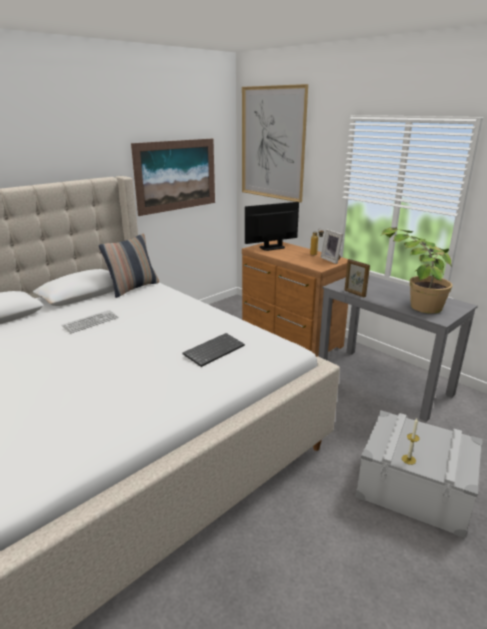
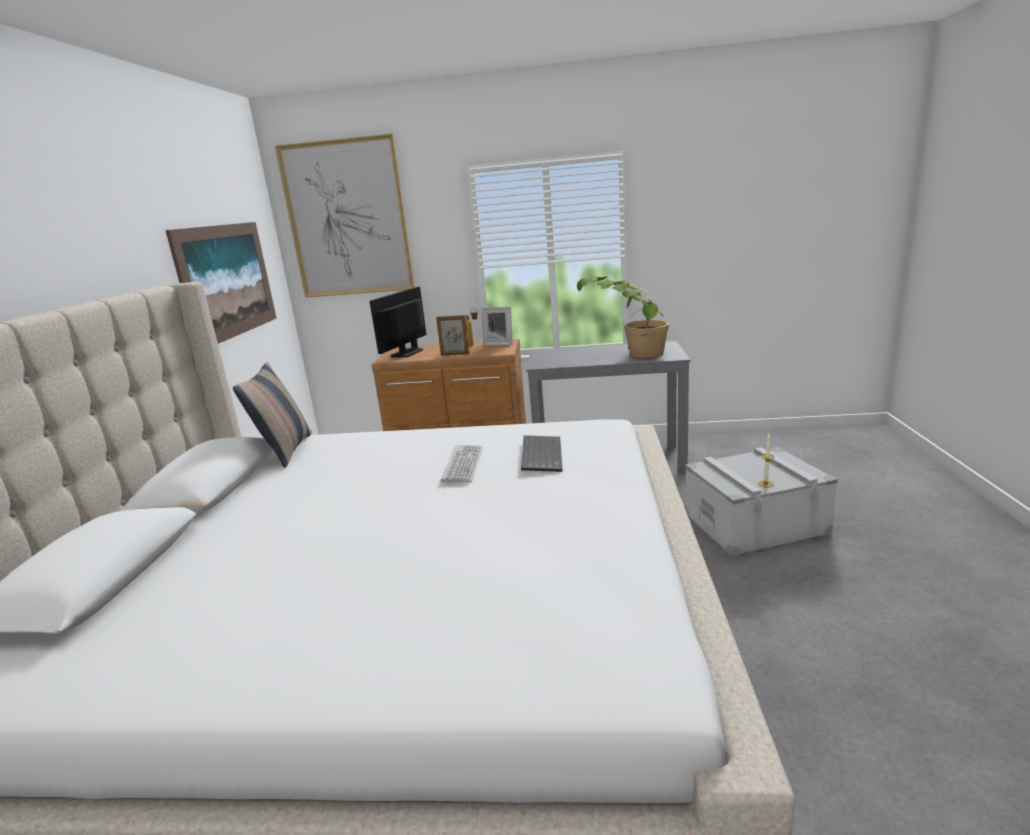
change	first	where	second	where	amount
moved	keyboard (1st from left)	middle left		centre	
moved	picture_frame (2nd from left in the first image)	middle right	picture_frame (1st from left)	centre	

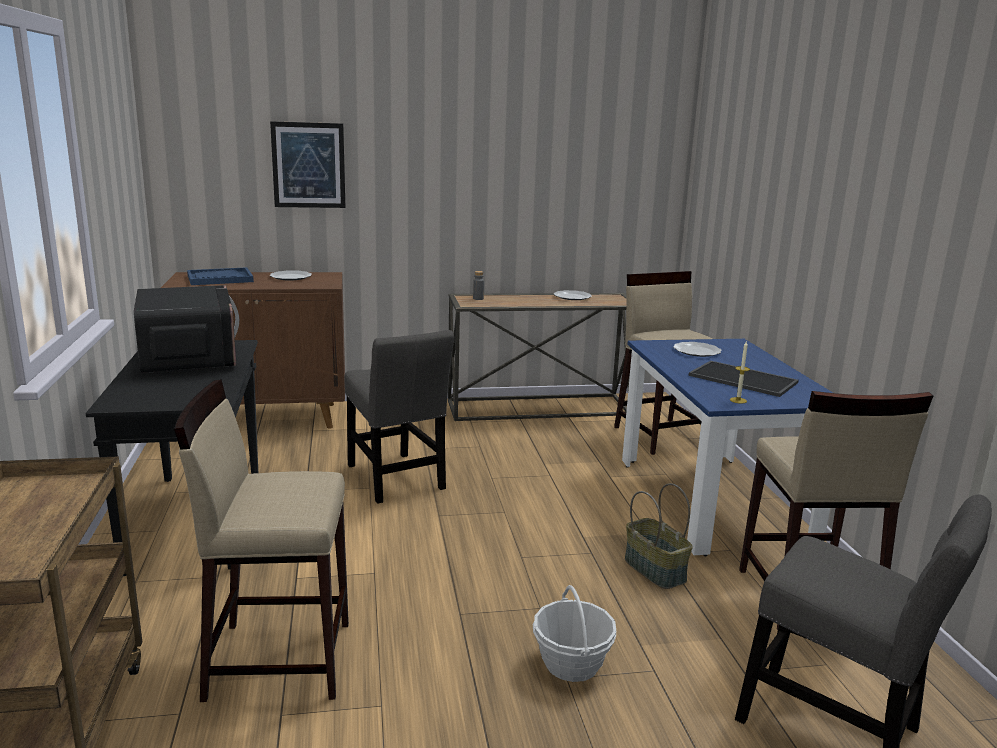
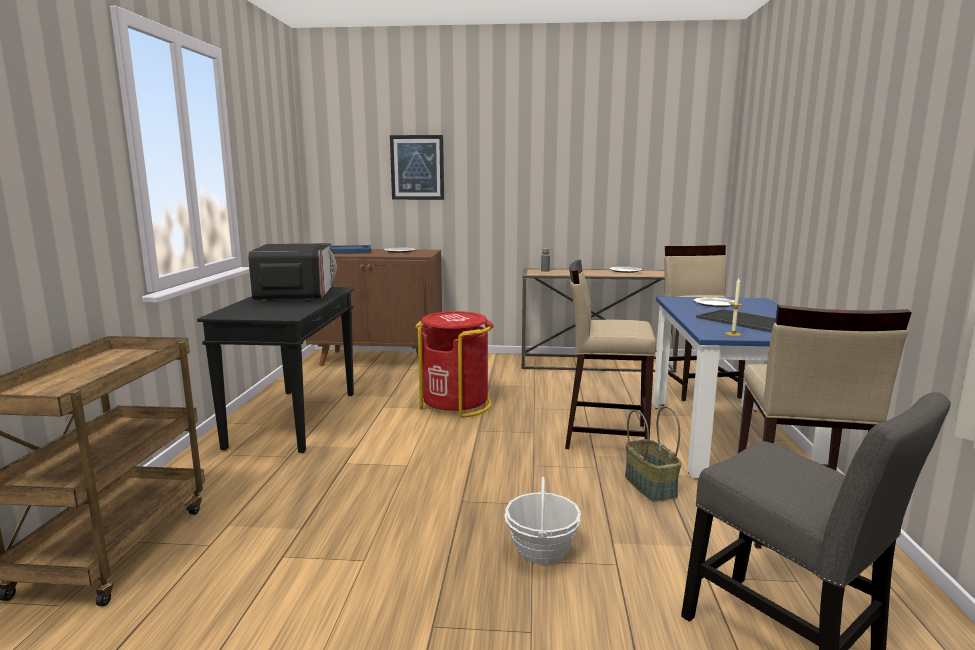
change	first	where	second	where	amount
moved	beige_stool (1st from left)	bottom left		centre	
replaced	grey_chair (1st from left)	centre	red_trash_can	centre	

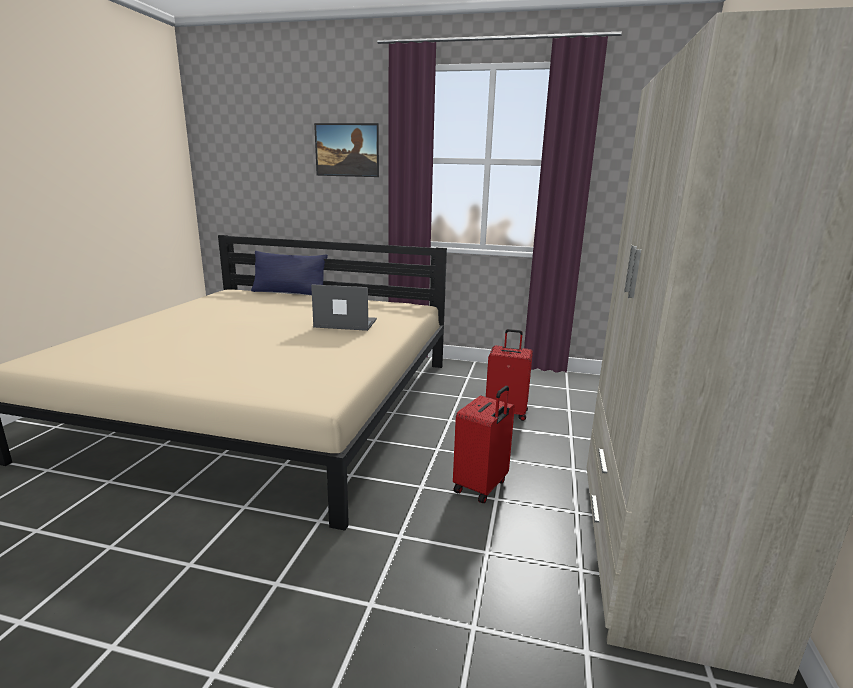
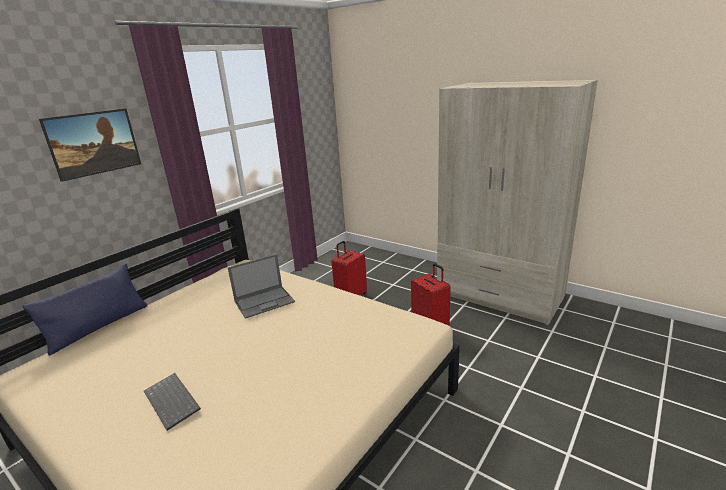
change	first	where	second	where	amount
turned	laptop	centre		centre	150 degrees counterclockwise
added			keyboard	bottom left	

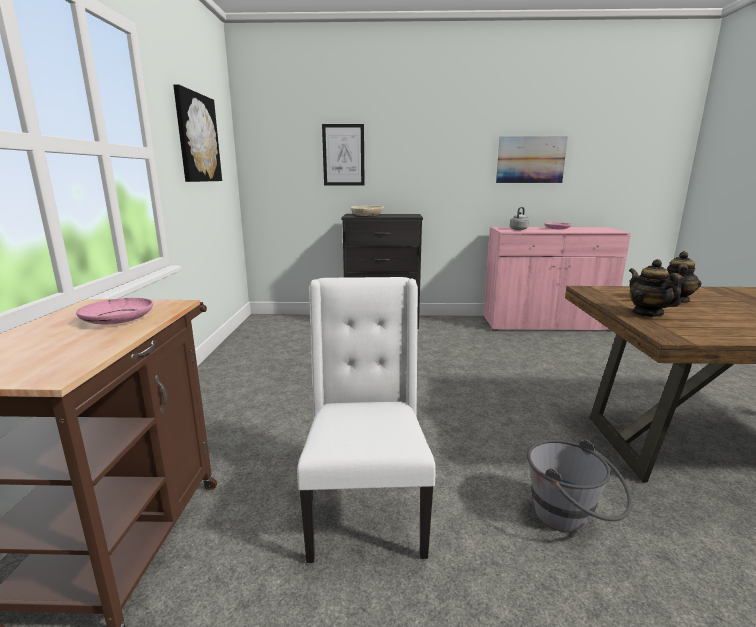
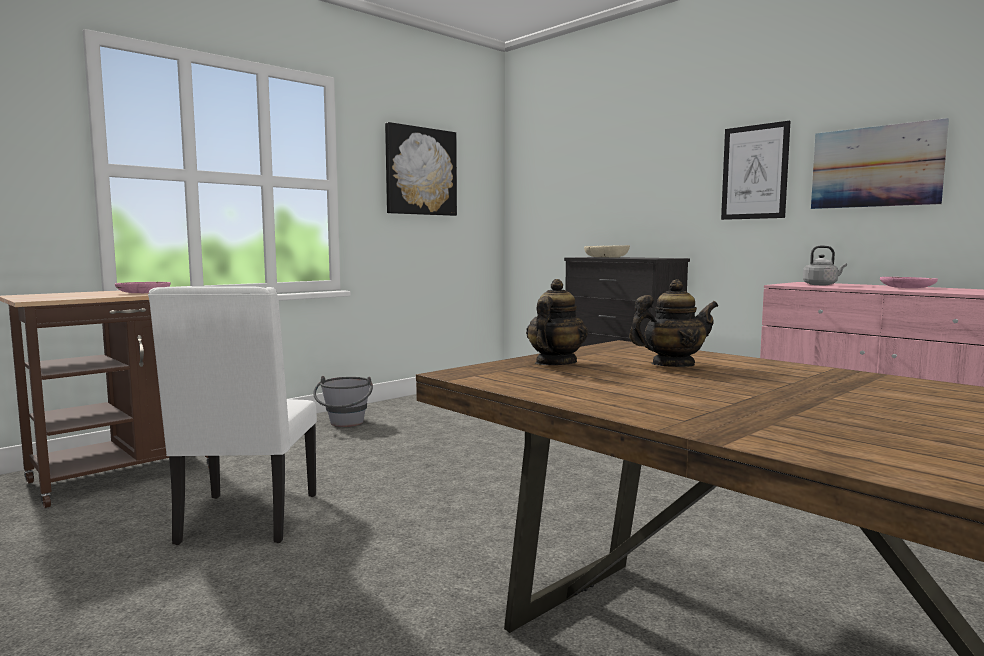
change	first	where	second	where	amount
turned	white_chair	bottom centre		middle left	135 degrees clockwise
moved	picture (2nd from left)	top centre		top right	
moved	grey_bucket	bottom right		centre	

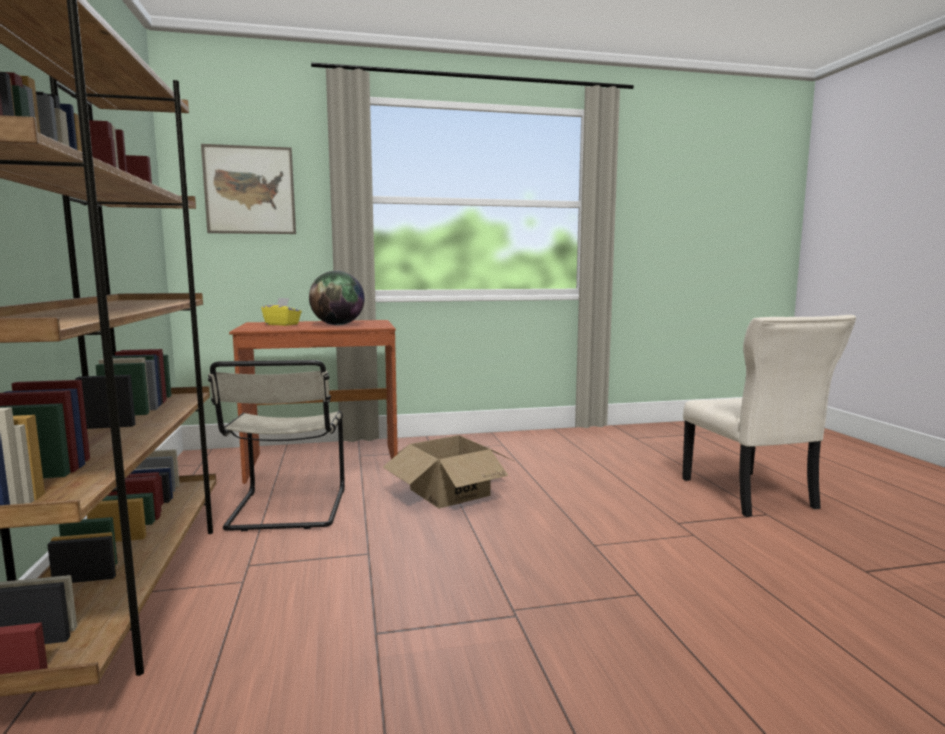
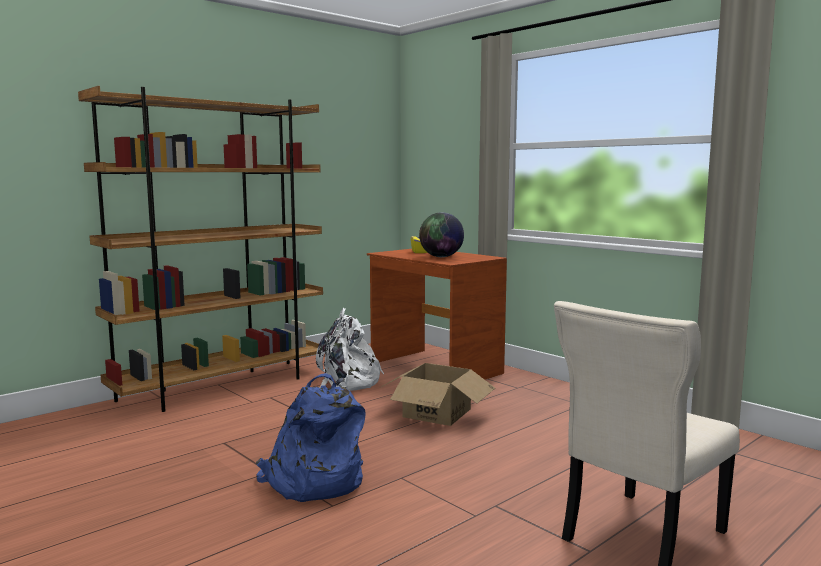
change	first	where	second	where	amount
removed	picture	top left			
replaced	beige_chair (1st from left)	middle left	white_backpack	centre	
added			blue_backpack	bottom centre	

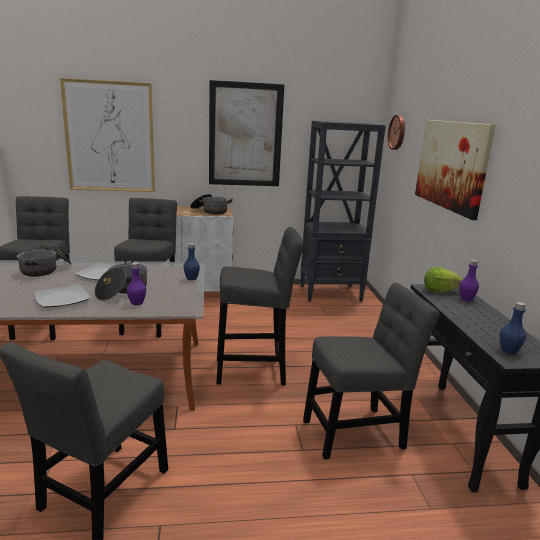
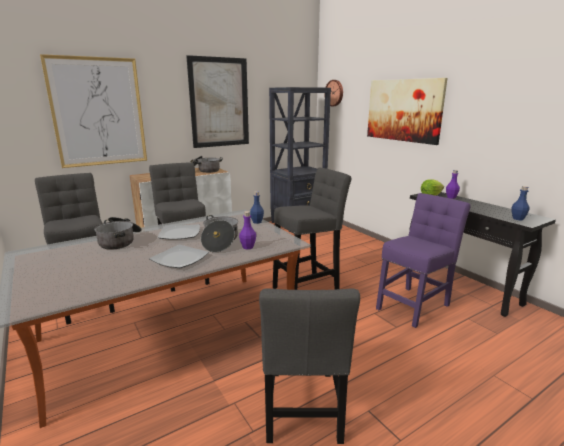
change	first	where	second	where	amount
recoloured	grey_chair (2nd from left)	bottom right	purple_chair	middle right	

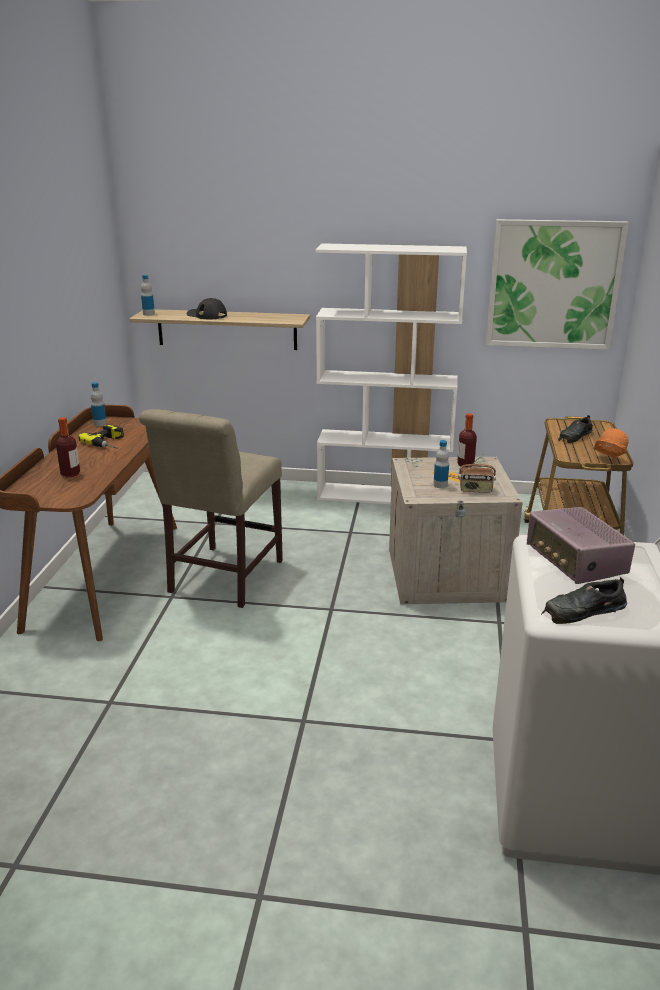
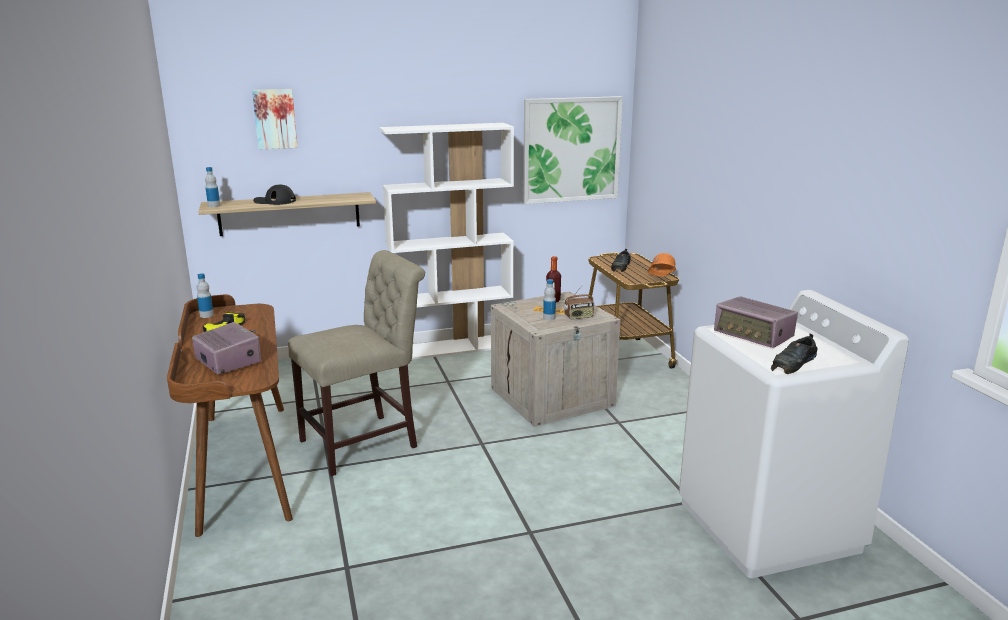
change	first	where	second	where	amount
replaced	bottle (1st from left)	middle left	radio (1st from left)	middle left	
turned	beige_chair	middle left		centre	120 degrees counterclockwise
added			picture (1st from left)	top left	

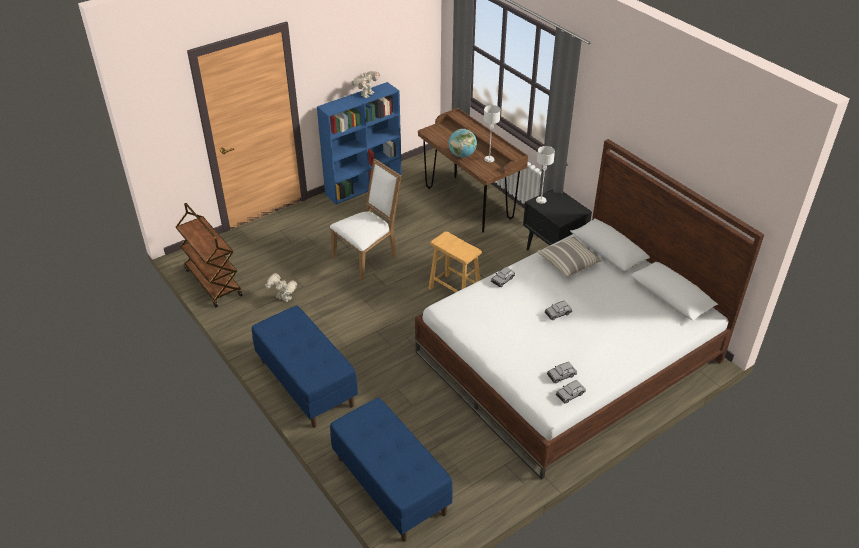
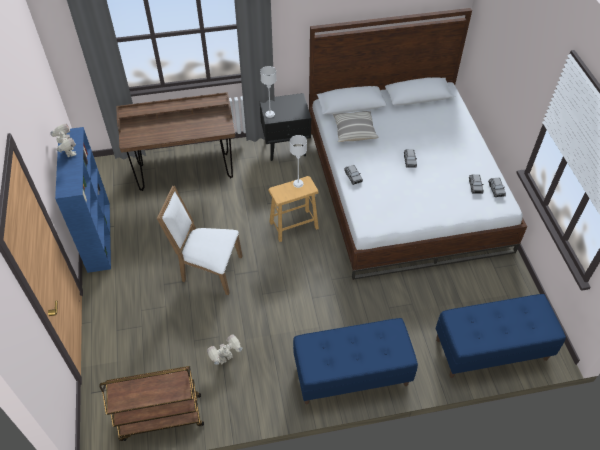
change	first	where	second	where	amount
turned	white_chair	centre		centre	60 degrees counterclockwise
removed	globe	top centre			
moved	white_table_lamp (1st from left in the first image)	top centre	white_table_lamp (2nd from left)	centre	

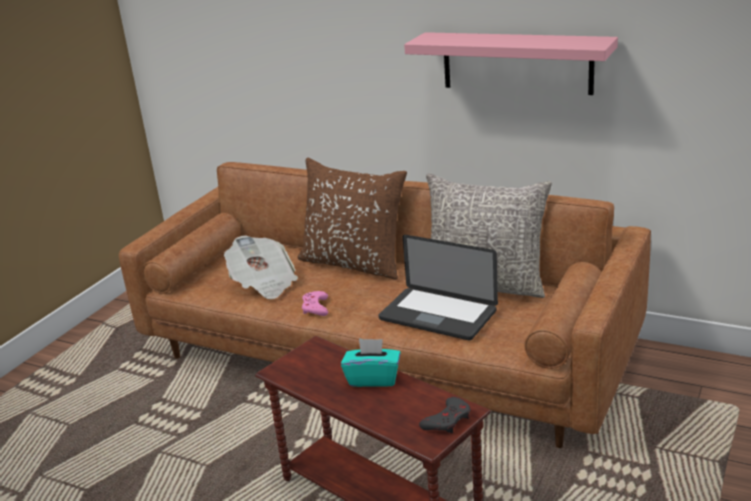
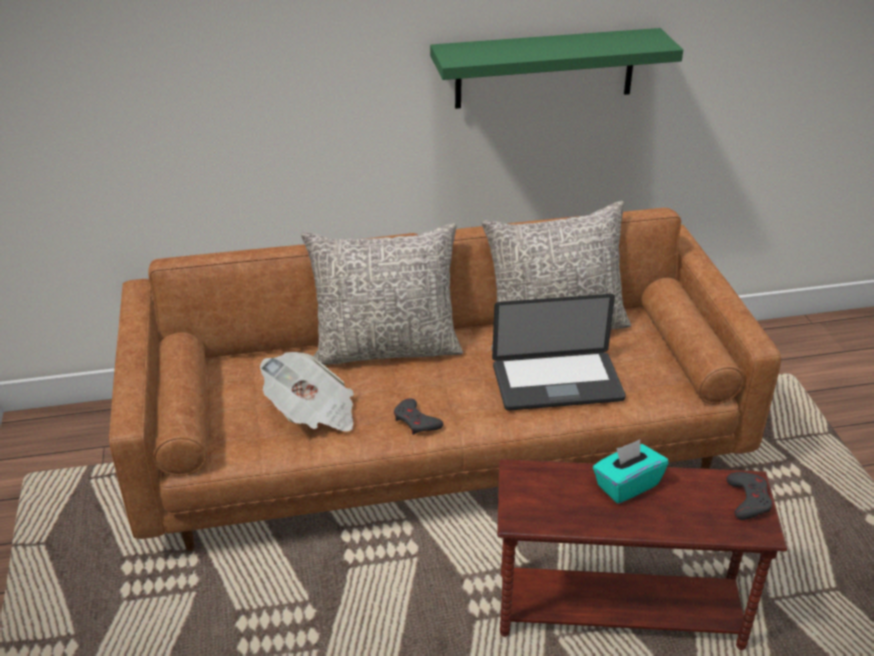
change	first	where	second	where	amount
recoloured	brown_pillow	centre	grey_pillow (1st from left)	centre	
recoloured	pink_game_controller	centre	grey_game_controller (1st from left)	centre	
recoloured	pink_shelf	top right	green_shelf	top centre	

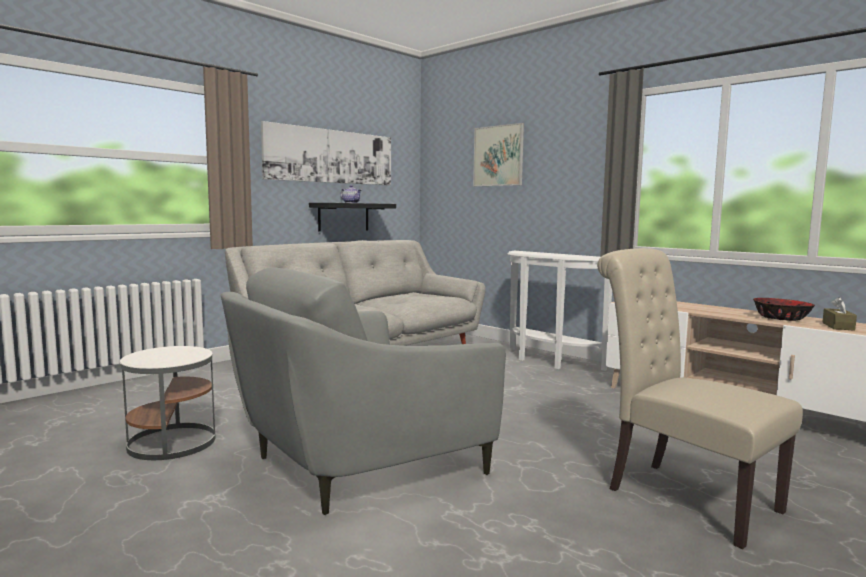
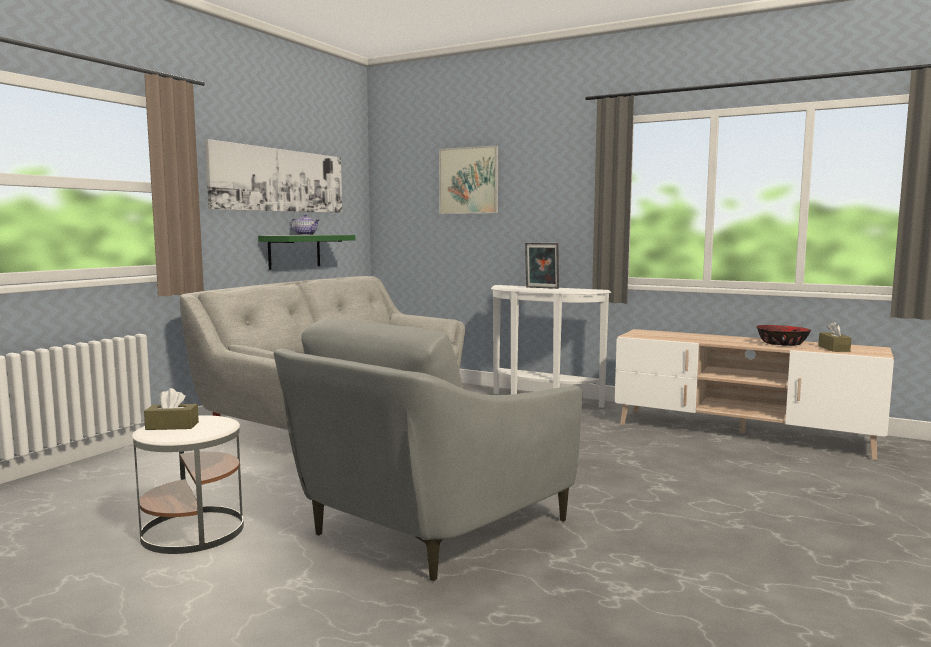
change	first	where	second	where	amount
recoloured	black_shelf	centre	green_shelf	middle left	
removed	beige_chair	bottom right			
added			brown_tissue_box (1st from left)	middle left	
added			picture_frame	centre	

